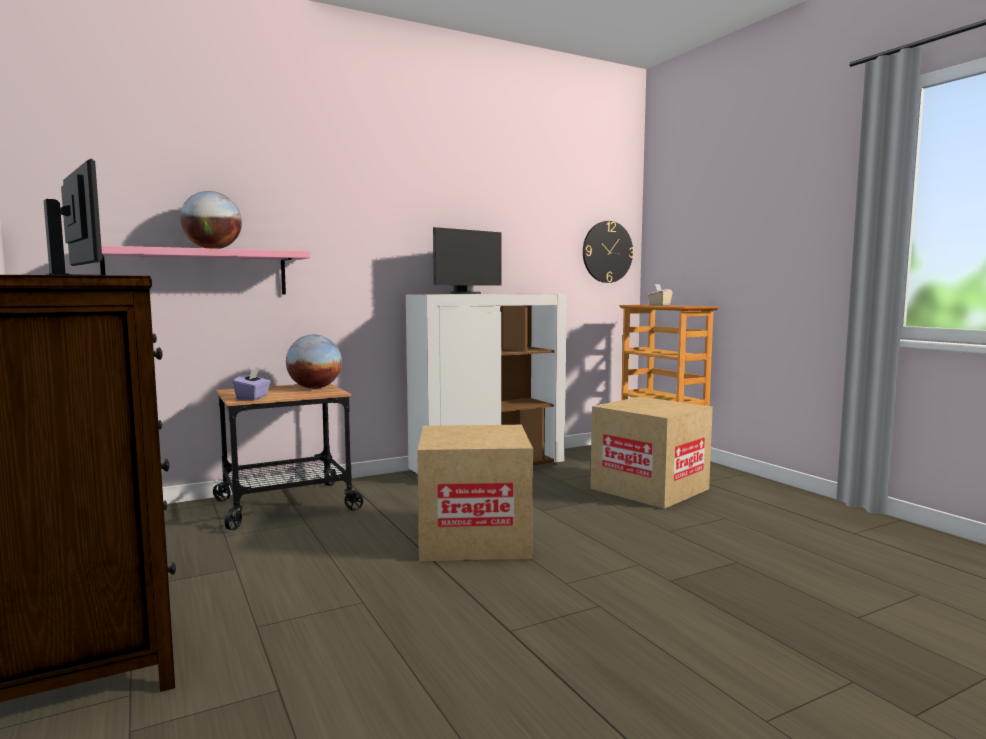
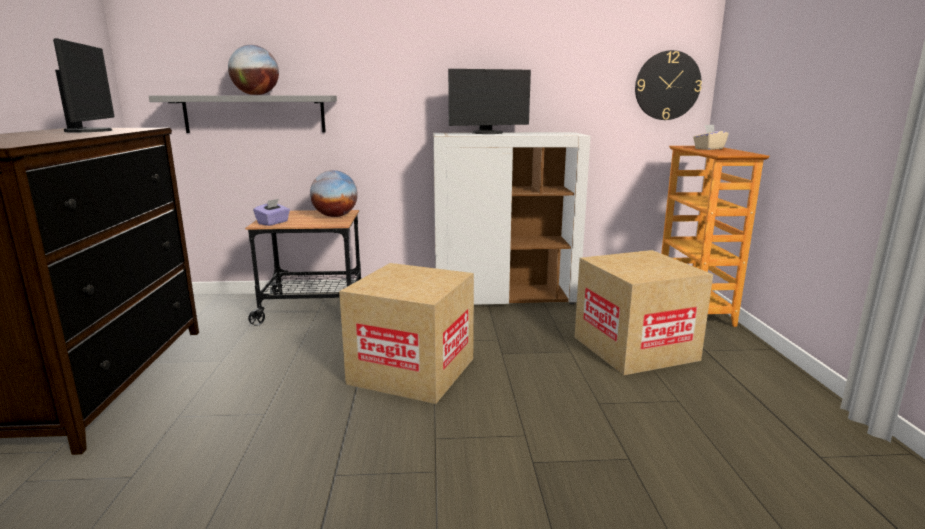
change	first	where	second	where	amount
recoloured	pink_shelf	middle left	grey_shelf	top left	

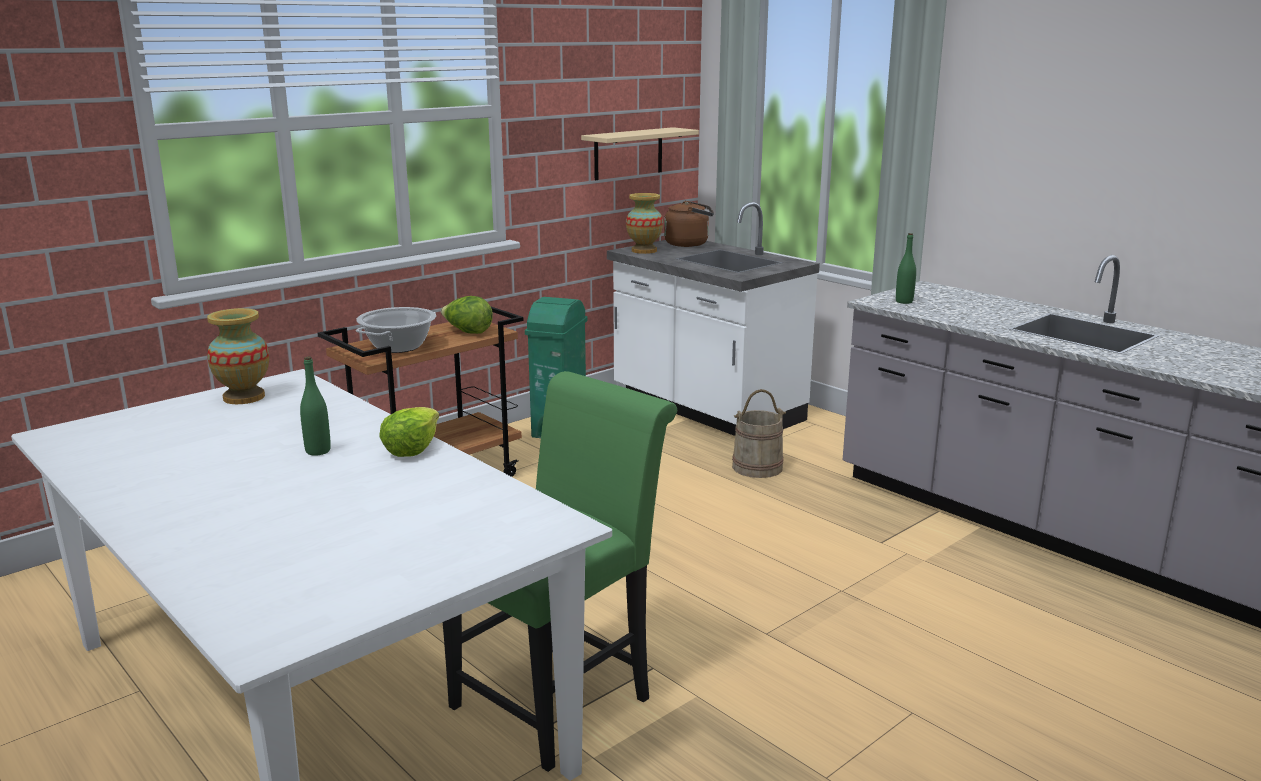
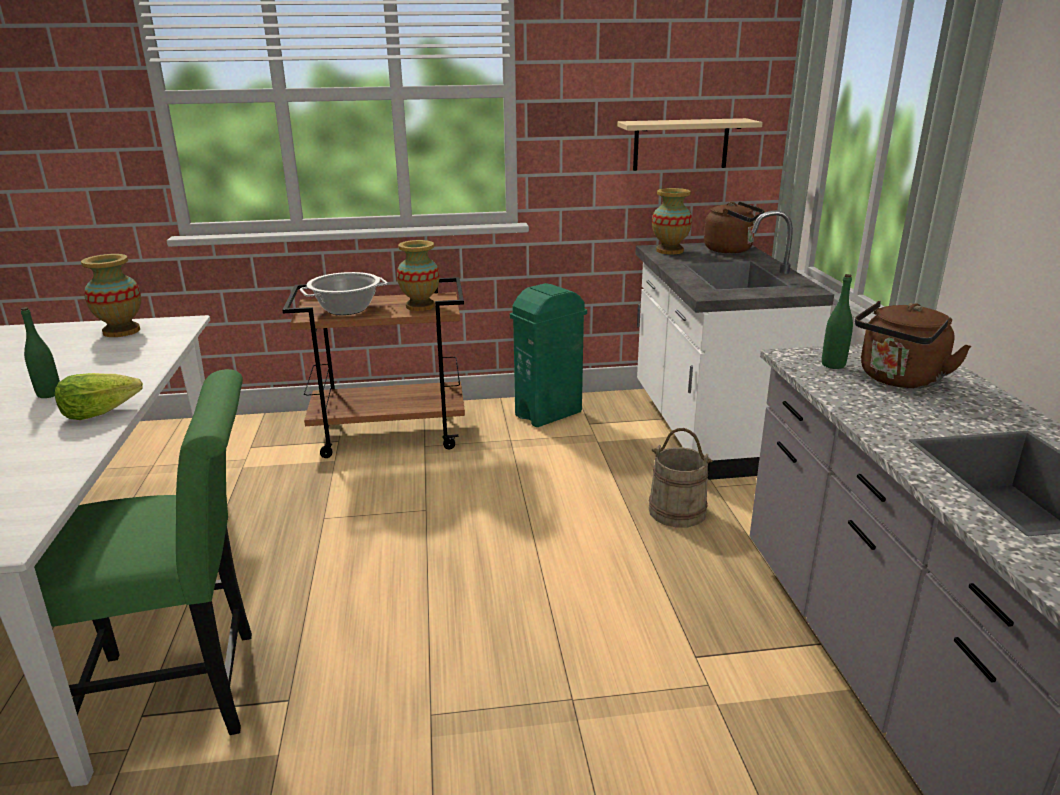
change	first	where	second	where	amount
replaced	lettuce (2nd from left)	centre	vase (2nd from left)	centre	
added			brown_kettle (2nd from left)	middle right	

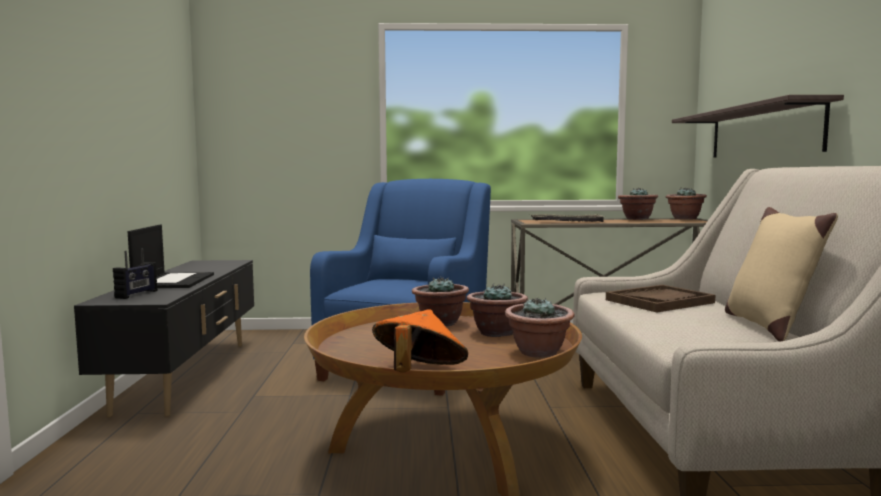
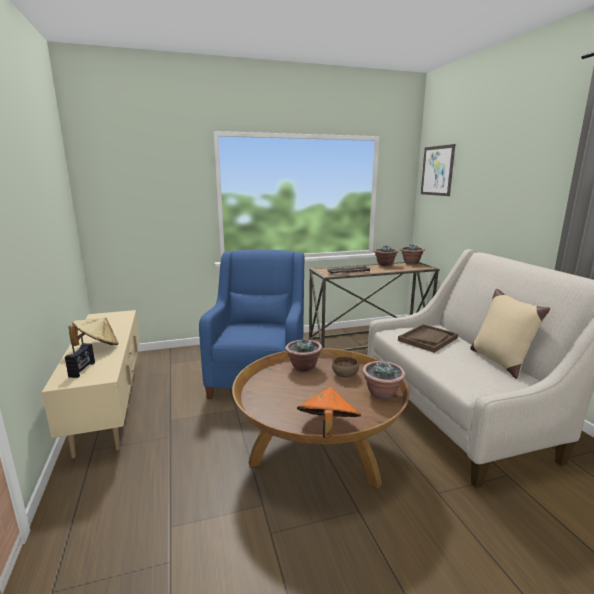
change	first	where	second	where	amount
recoloured	black_tv_stand	bottom left	beige_tv_stand	middle left	
replaced	laptop	middle left	beige_hat	middle left	
replaced	potted_plant (2nd from left)	centre	brown_bowl	centre	
removed	shelf	top right			
added			picture	top right	

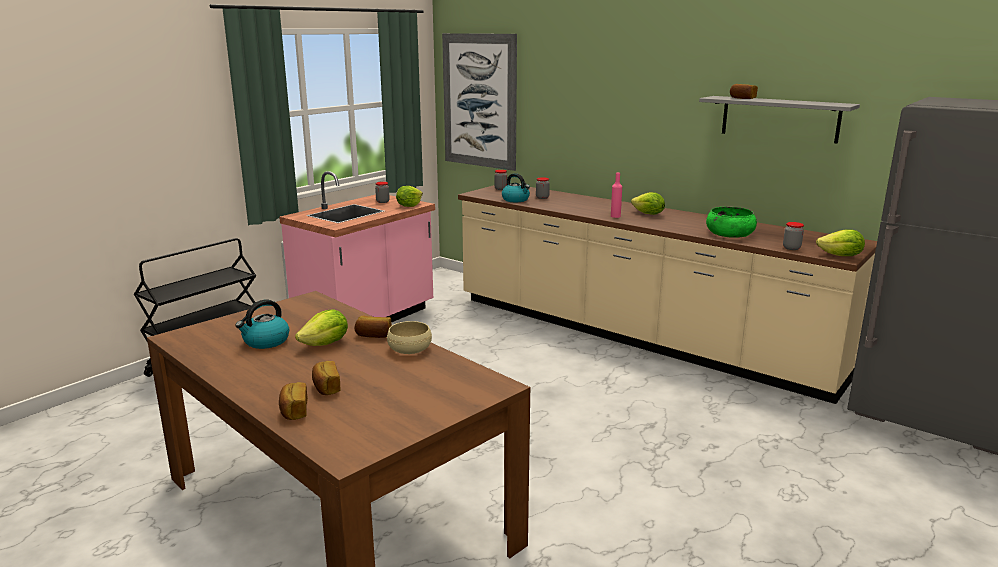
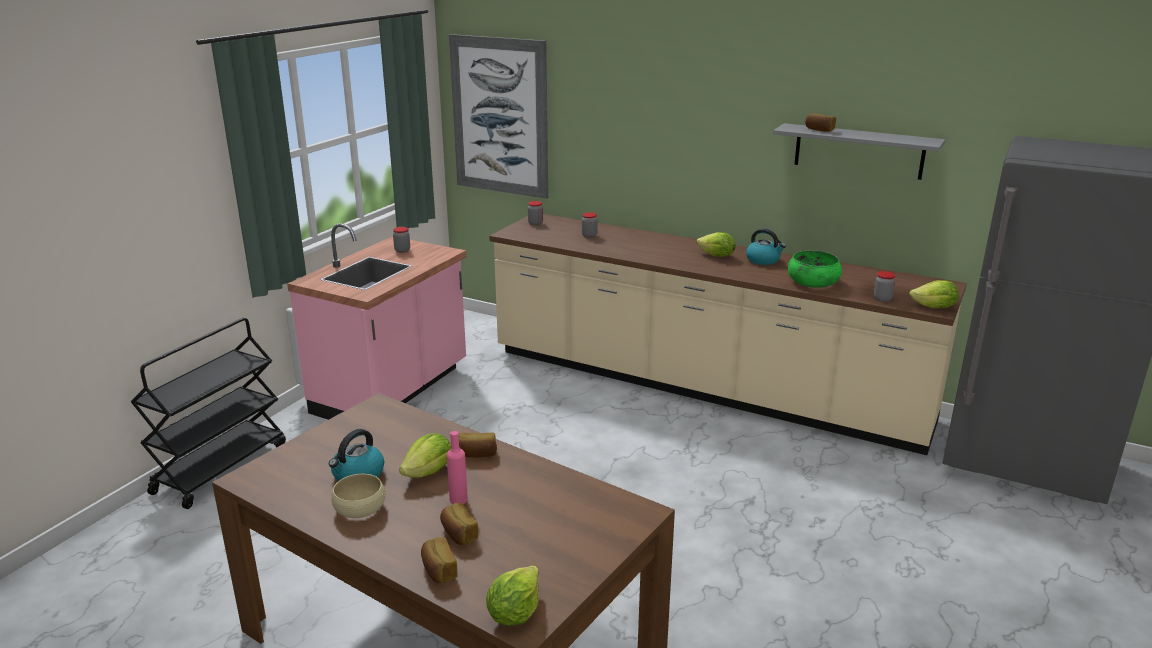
change	first	where	second	where	amount
moved	beige_bowl	centre		bottom left	
moved	lettuce (2nd from left)	centre		bottom centre	
moved	kettle (2nd from left)	top centre		centre	
moved	pink_bottle	centre		bottom centre	

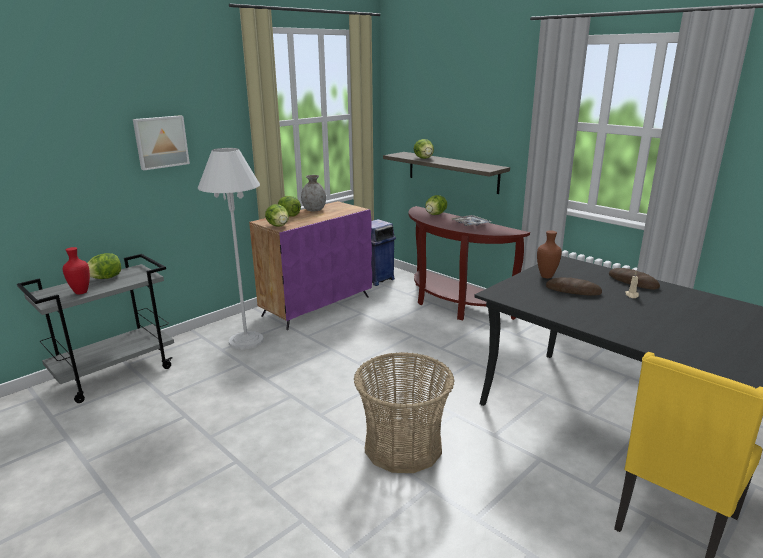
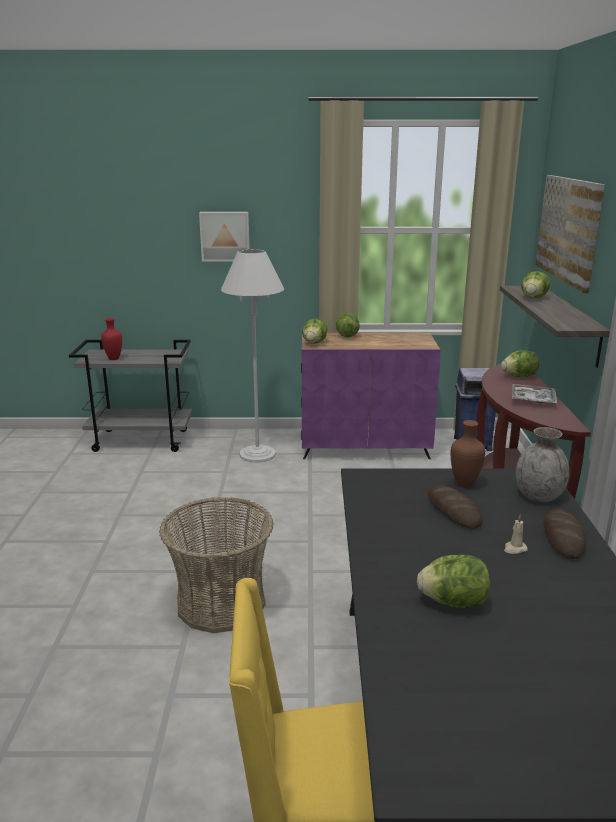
change	first	where	second	where	amount
moved	lettuce (1st from left in the first image)	middle left	lettuce (3rd from left)	bottom right	
moved	grey_vase	centre		middle right	
added			picture (2nd from left)	top right	

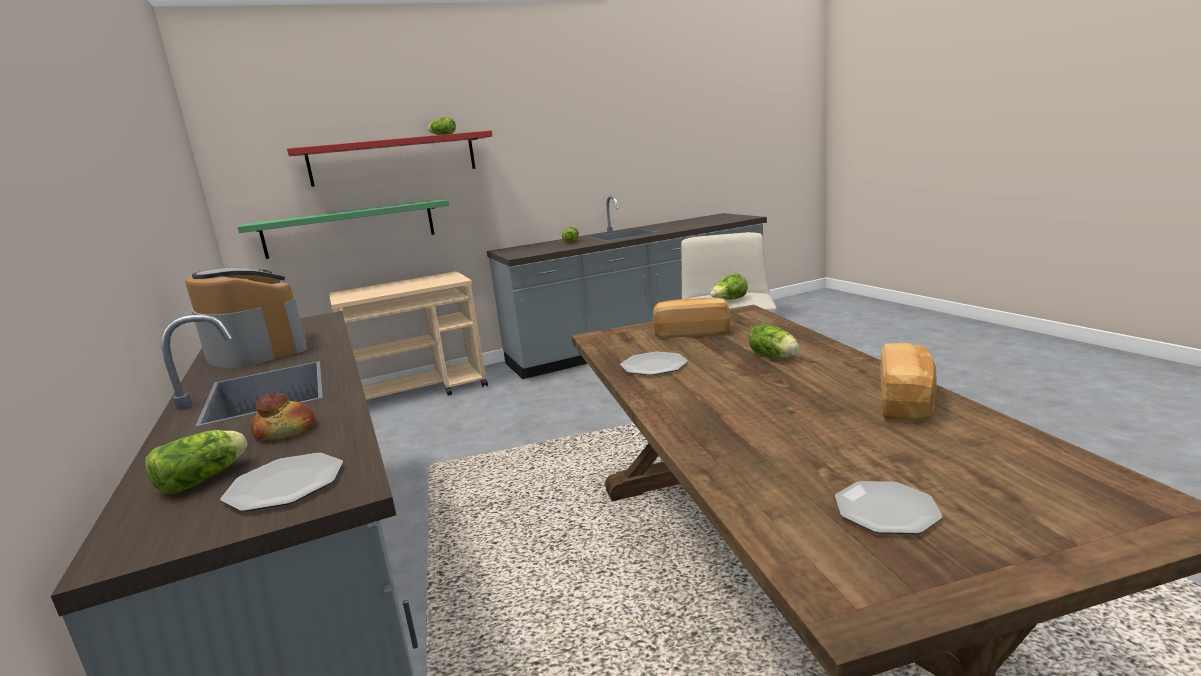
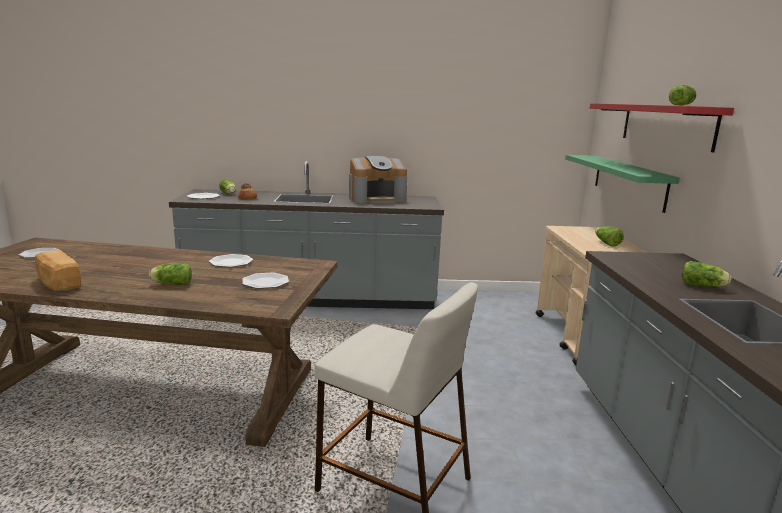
change	first	where	second	where	amount
replaced	bread (2nd from left)	centre	plate (4th from left)	centre	
moved	lettuce (4th from left in the first image)	centre	lettuce (3rd from left)	middle right	

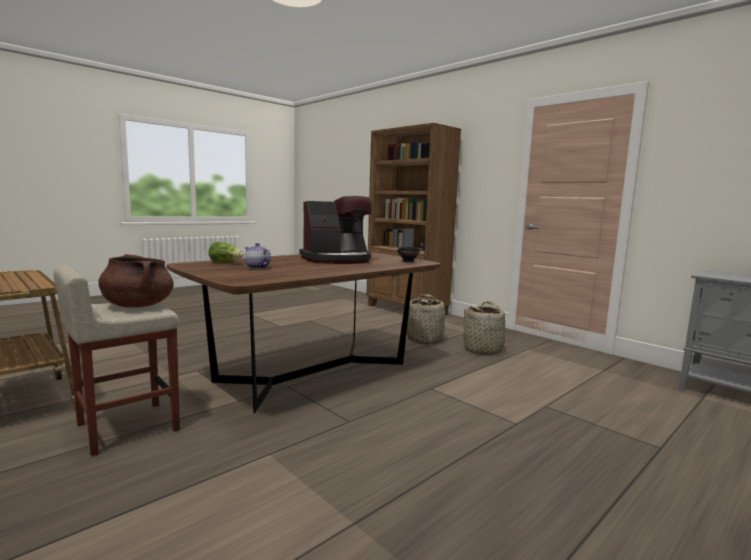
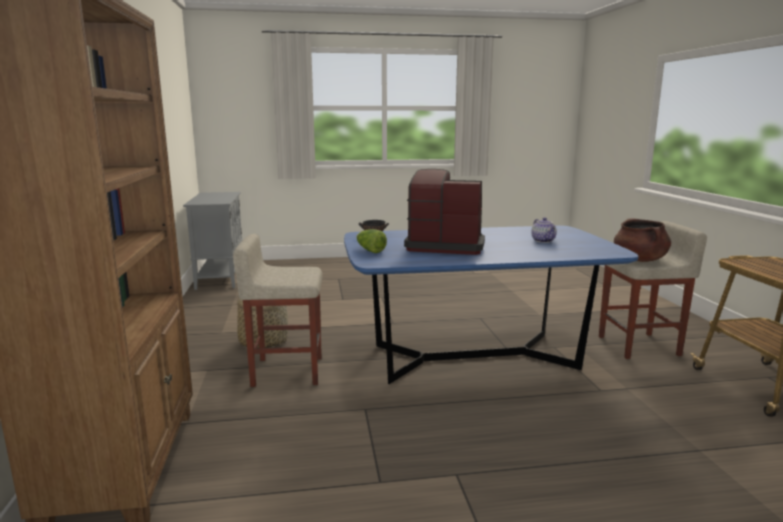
change	first	where	second	where	amount
recoloured	brown_dining_table	centre	blue_dining_table	centre	
moved	lettuce	middle left		centre	
replaced	basket (1st from left)	centre	beige_stool (1st from left)	centre	

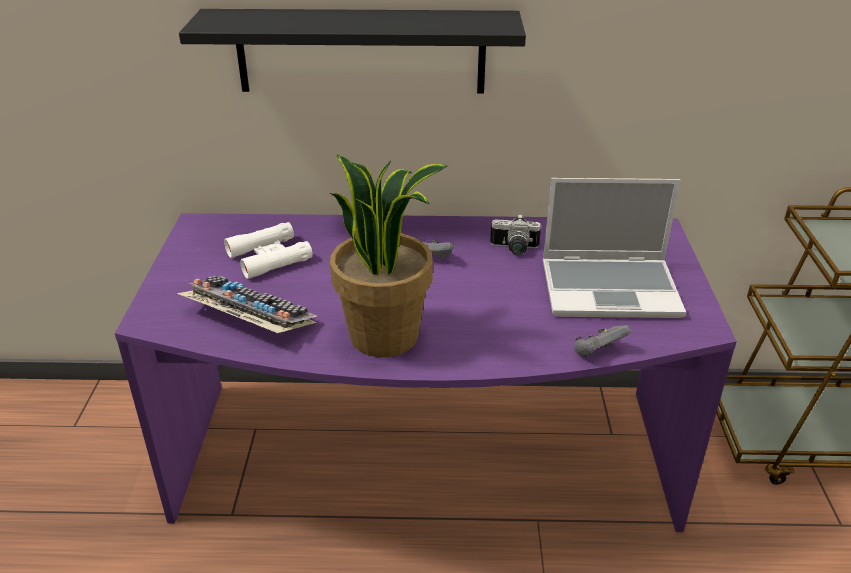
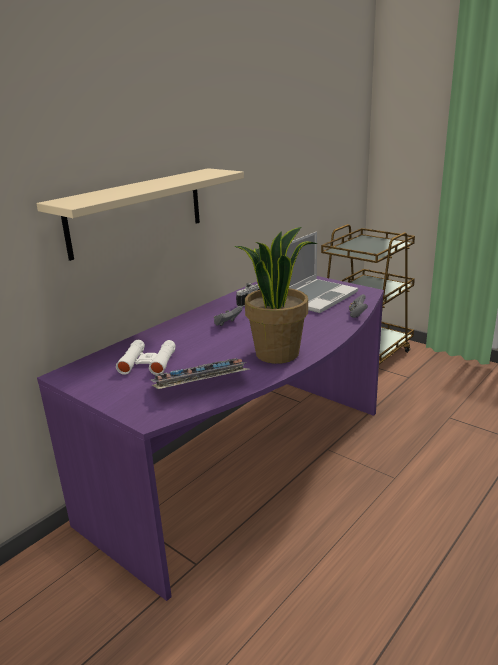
change	first	where	second	where	amount
recoloured	black_shelf	top centre	beige_shelf	top left	

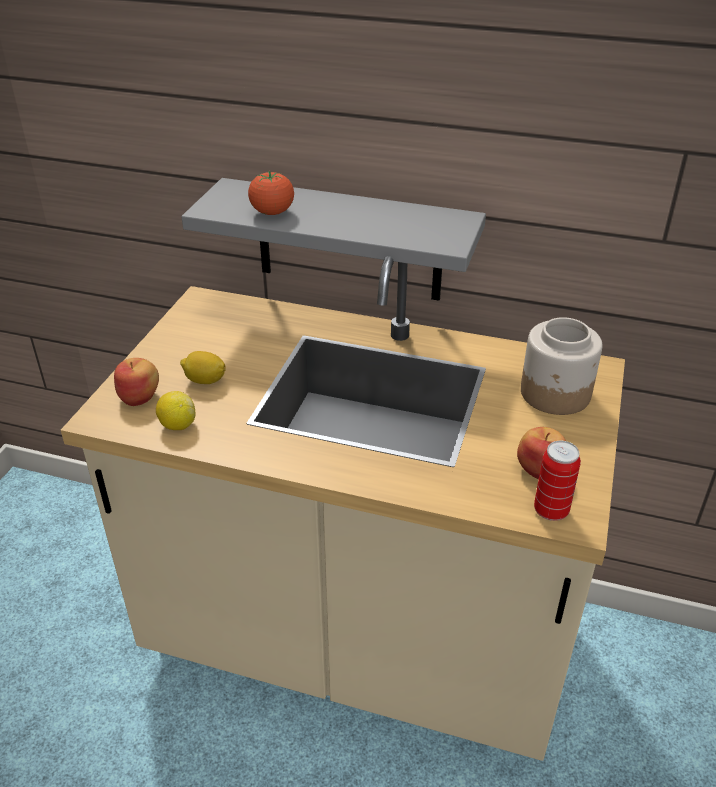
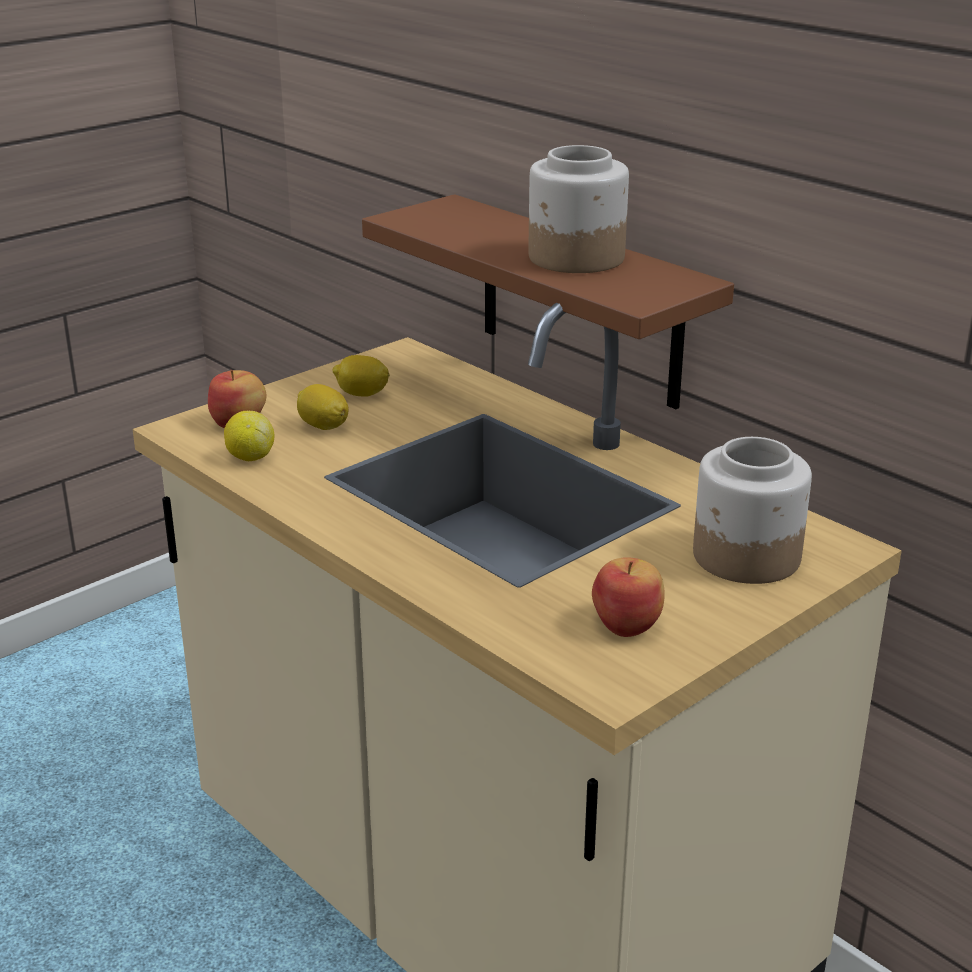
change	first	where	second	where	amount
recoloured	grey_shelf	top centre	brown_shelf	top centre	
removed	tomato	top centre			
removed	can	middle right			
added			lemon (3rd from left)	centre	
added			jar (1st from left)	top centre	

